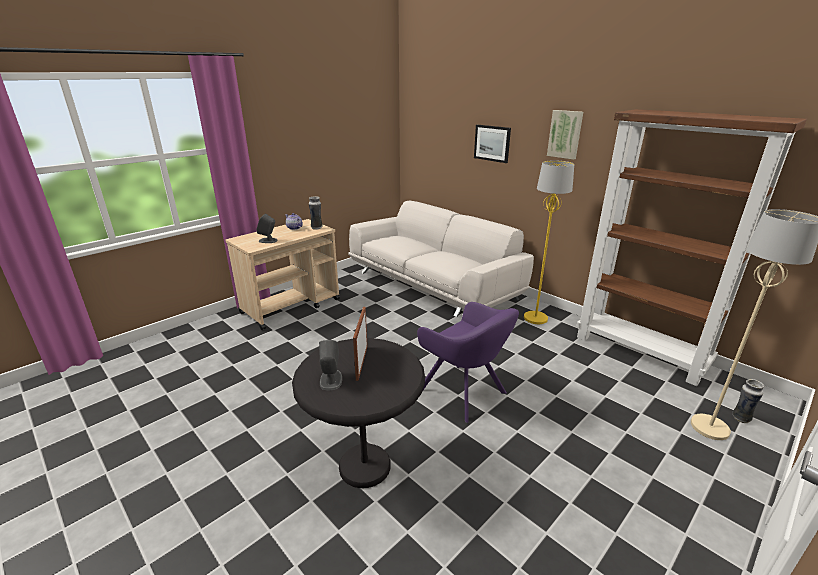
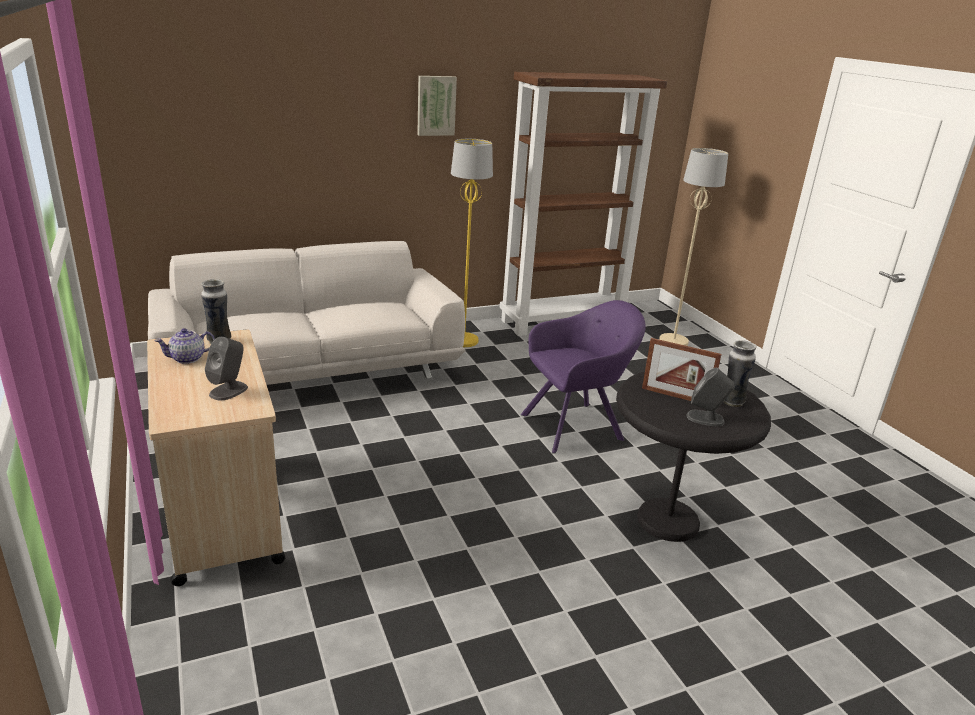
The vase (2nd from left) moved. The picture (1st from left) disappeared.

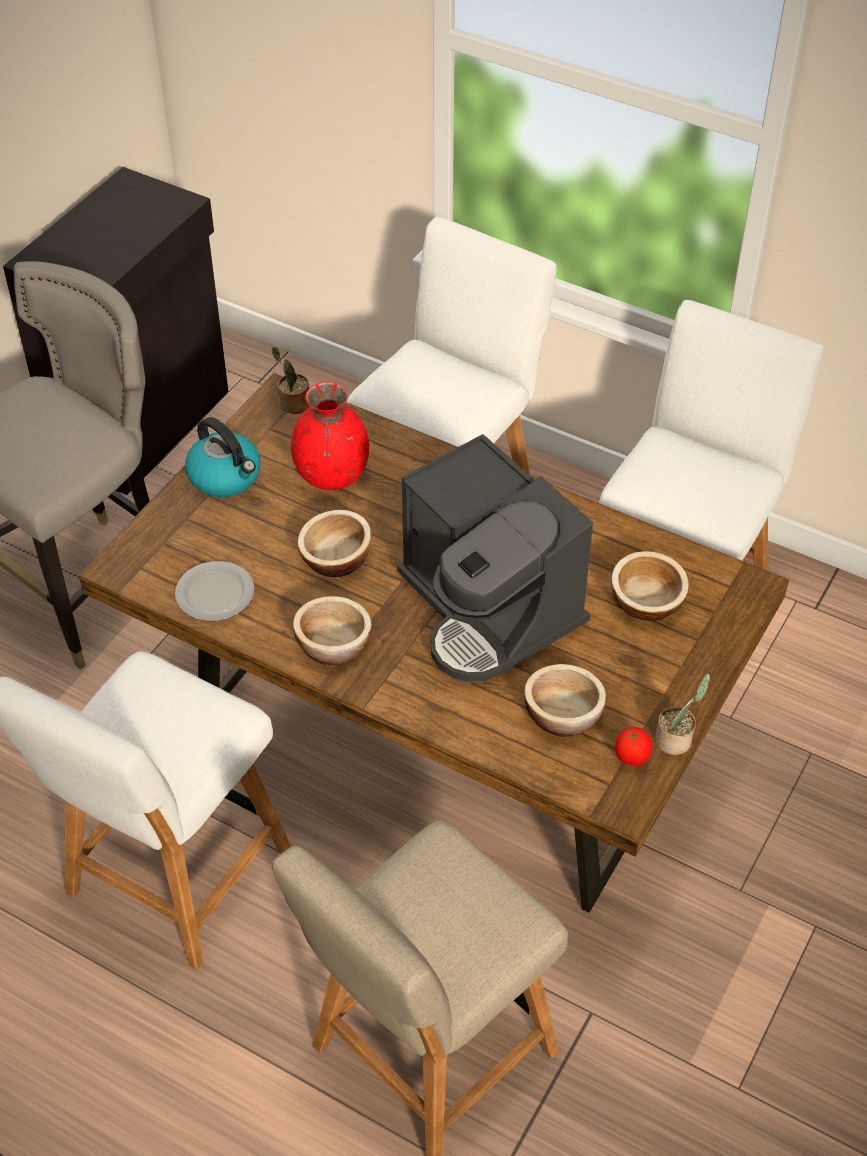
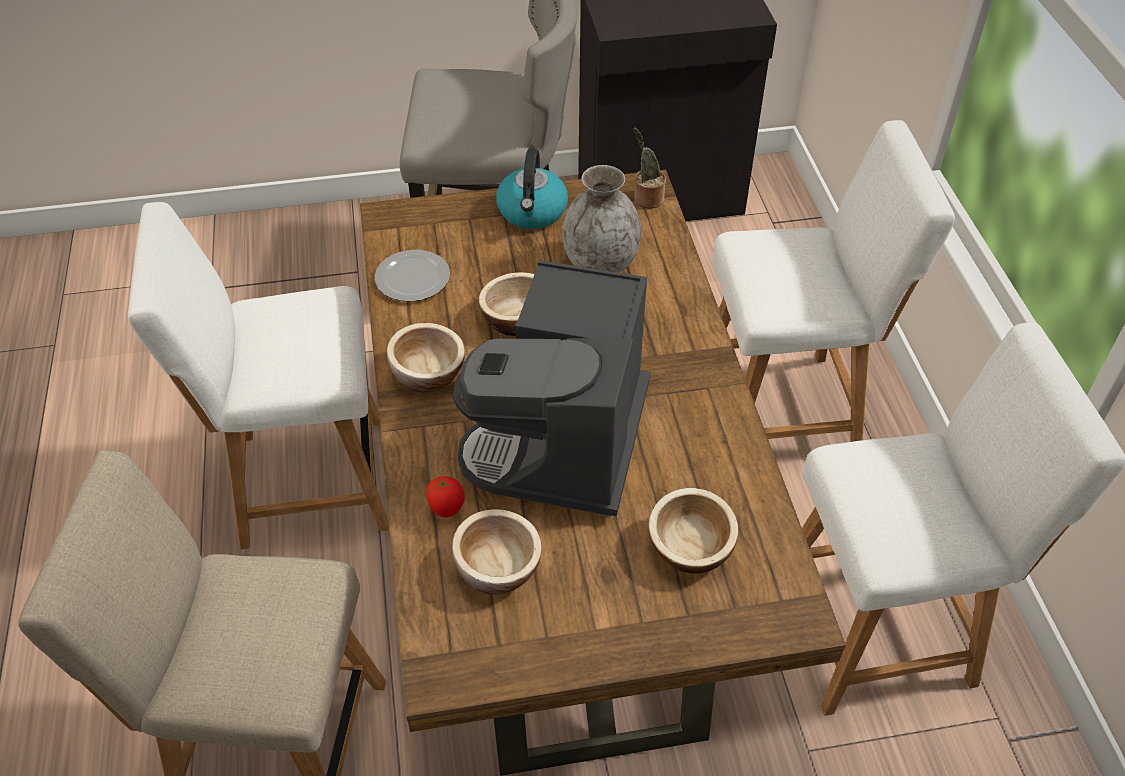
The tomato moved. The red vase became the grey vase. The potted plant (2nd from left) disappeared.

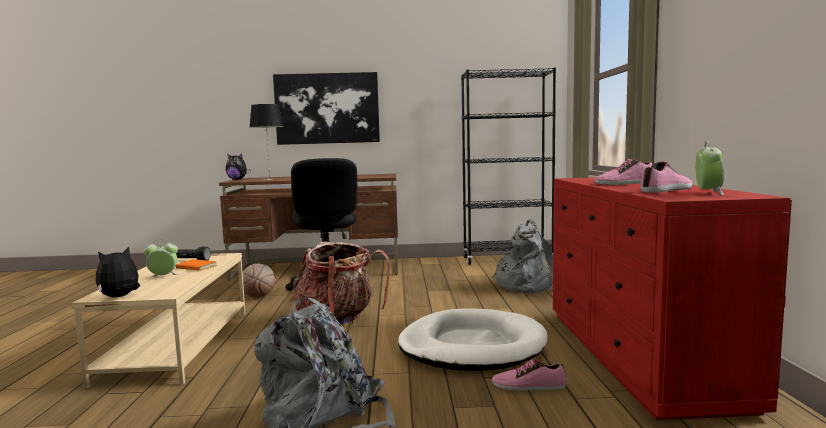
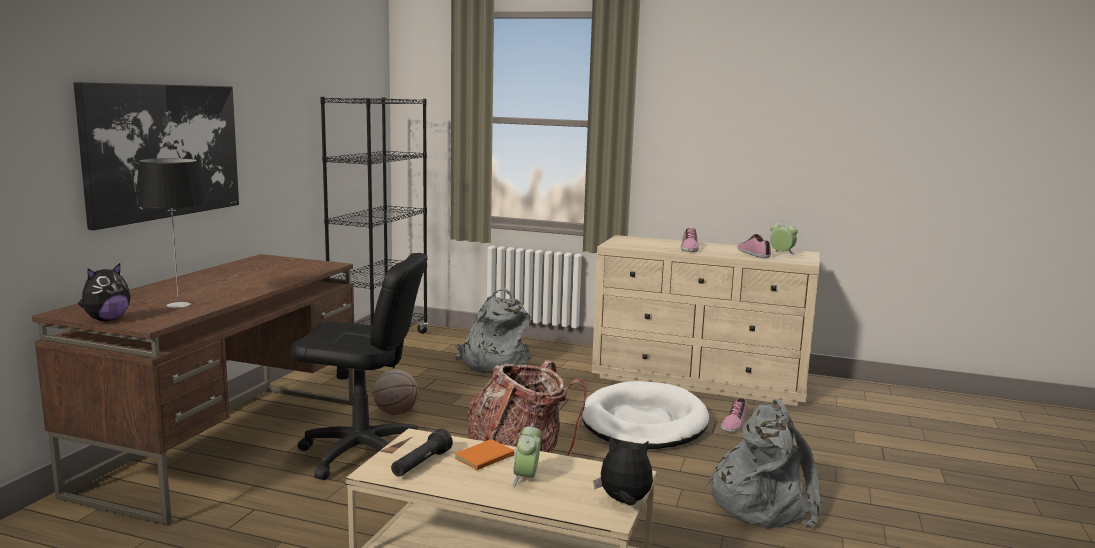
The basketball moved. The red dresser became the beige dresser. The plush toy (1st from left in the first image) turned 135 degrees clockwise.

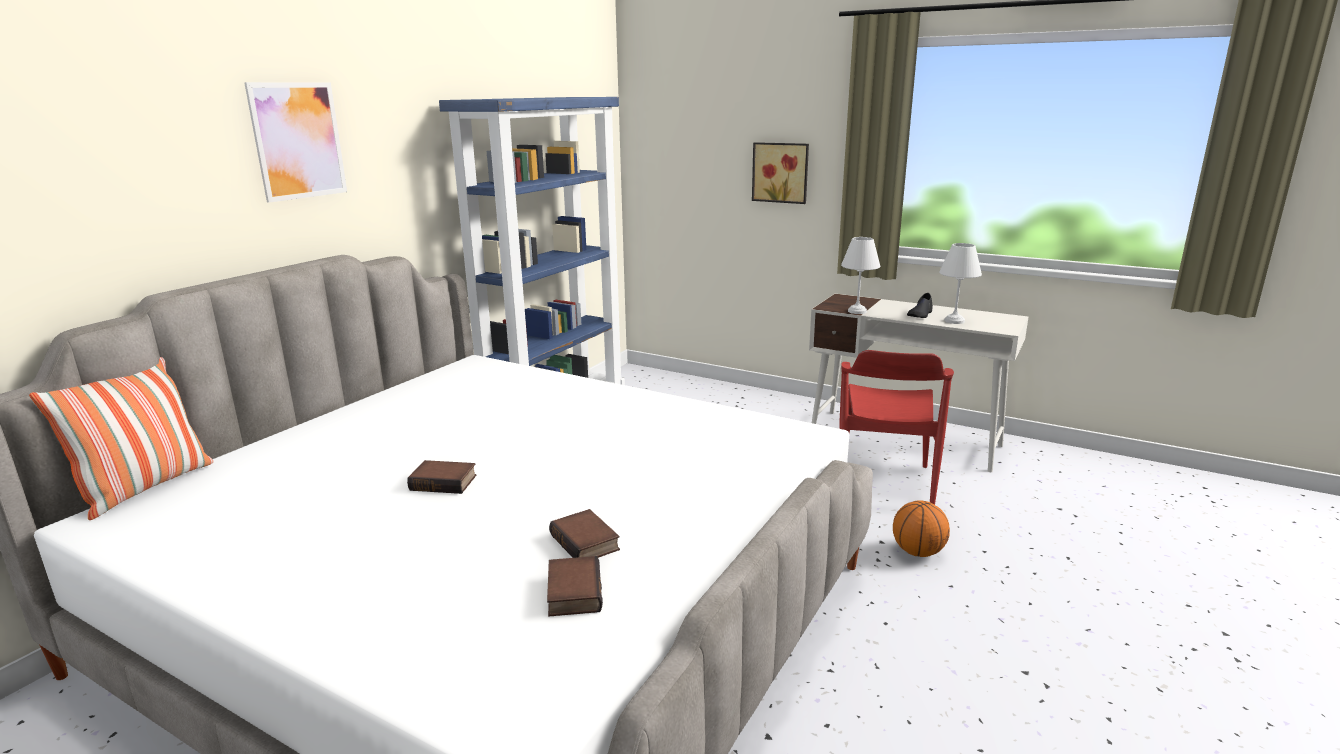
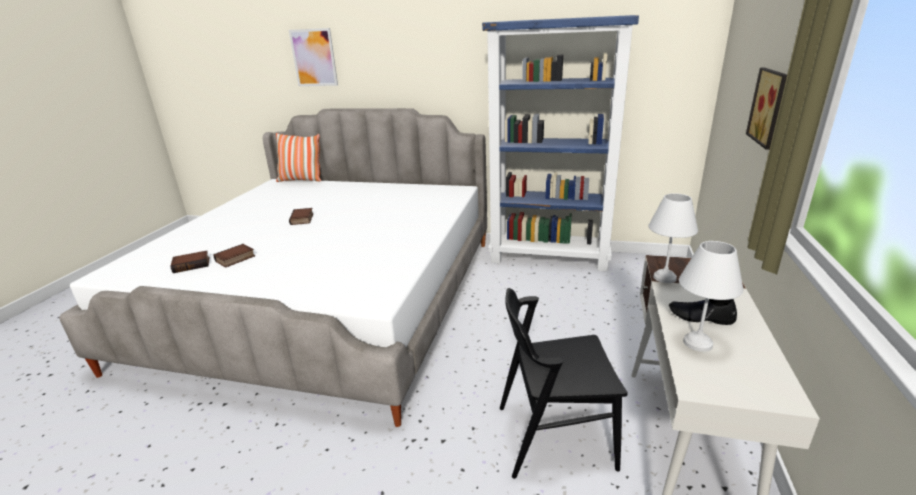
The picture (1st from left) moved. The red chair became the black chair. The basketball disappeared.

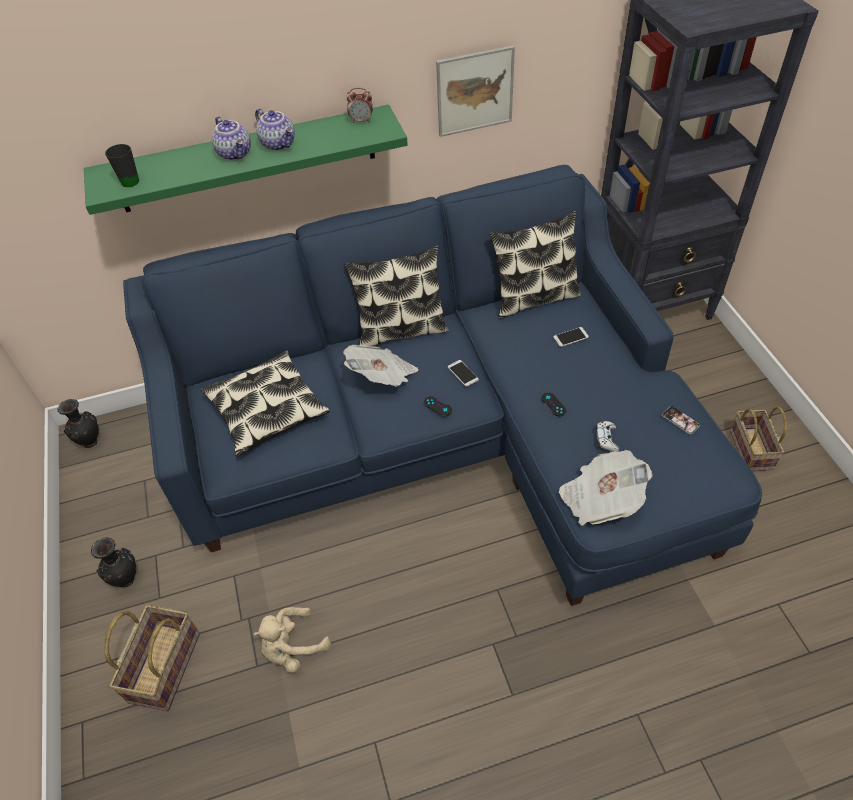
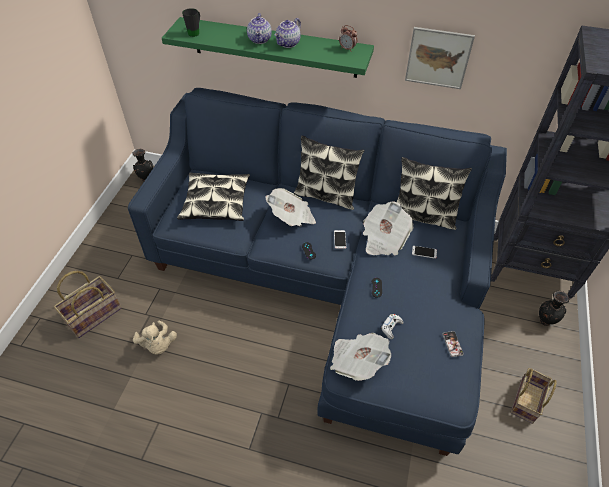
The beige plush toy turned 120 degrees counterclockwise. The teapot (2nd from left) turned 45 degrees clockwise. The newspaper (3rd from left) appeared. The black vase (2nd from left) moved.

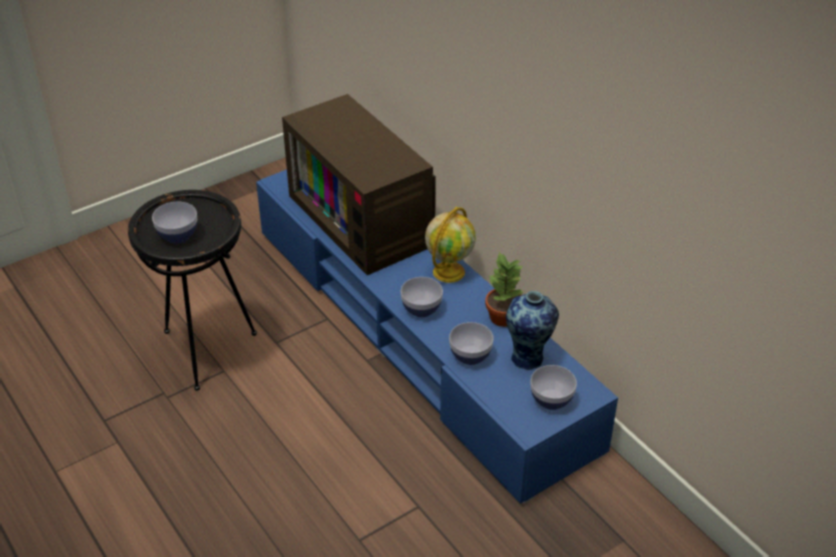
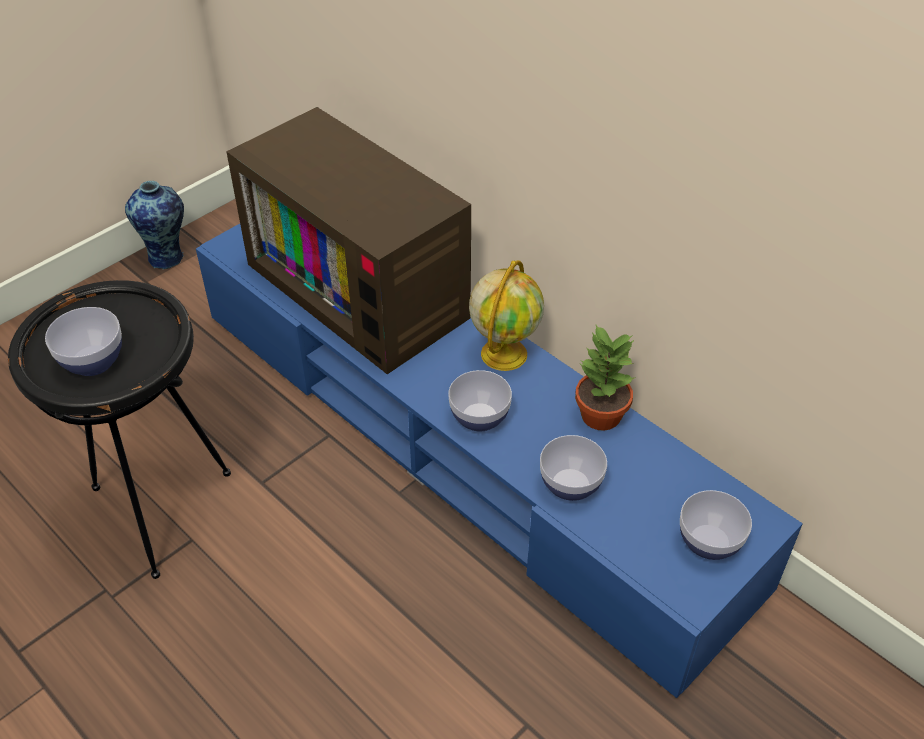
The vase moved.

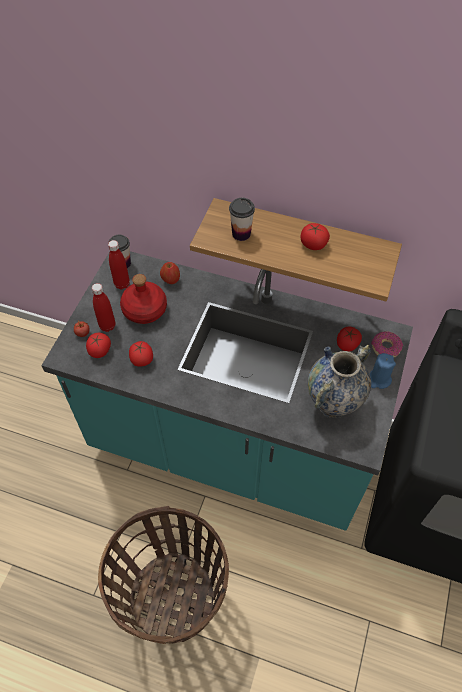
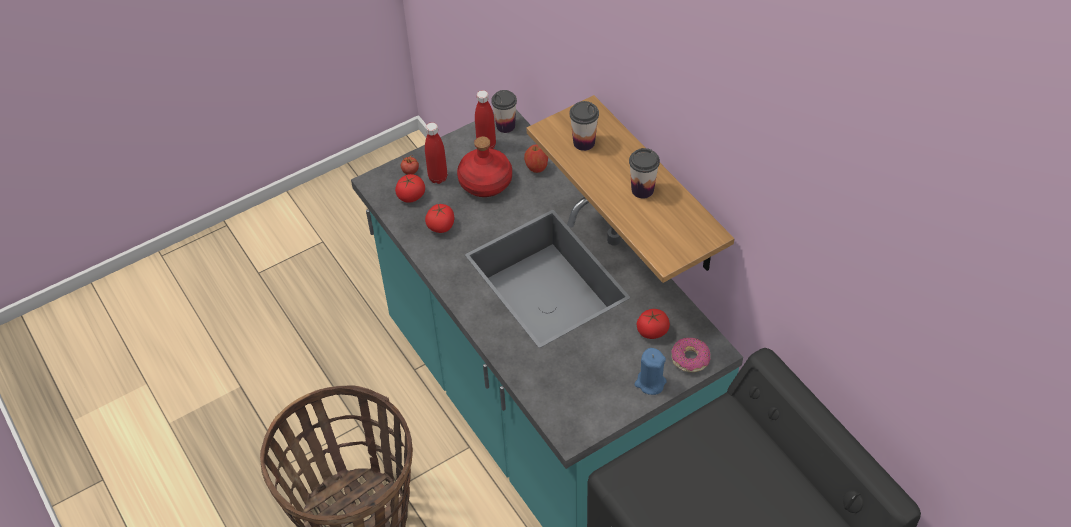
The tomato (4th from left) was replaced by the cup (3rd from left). The vase disappeared.

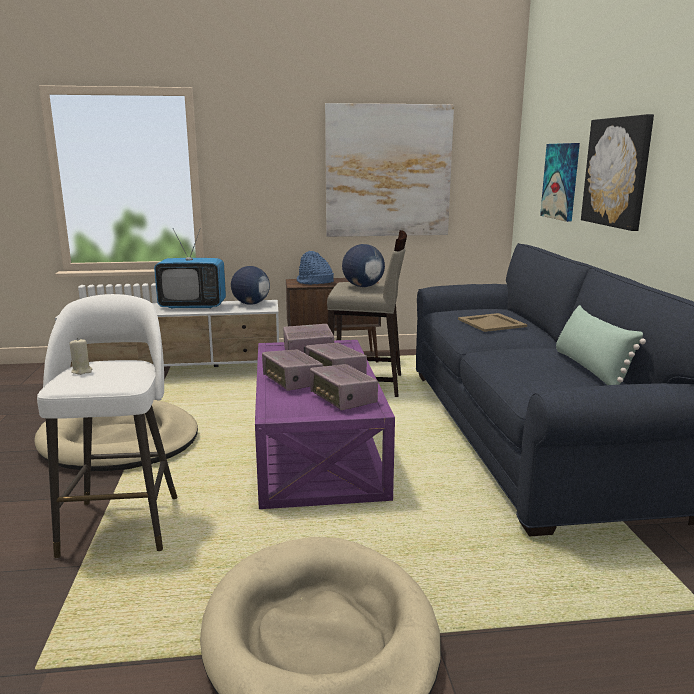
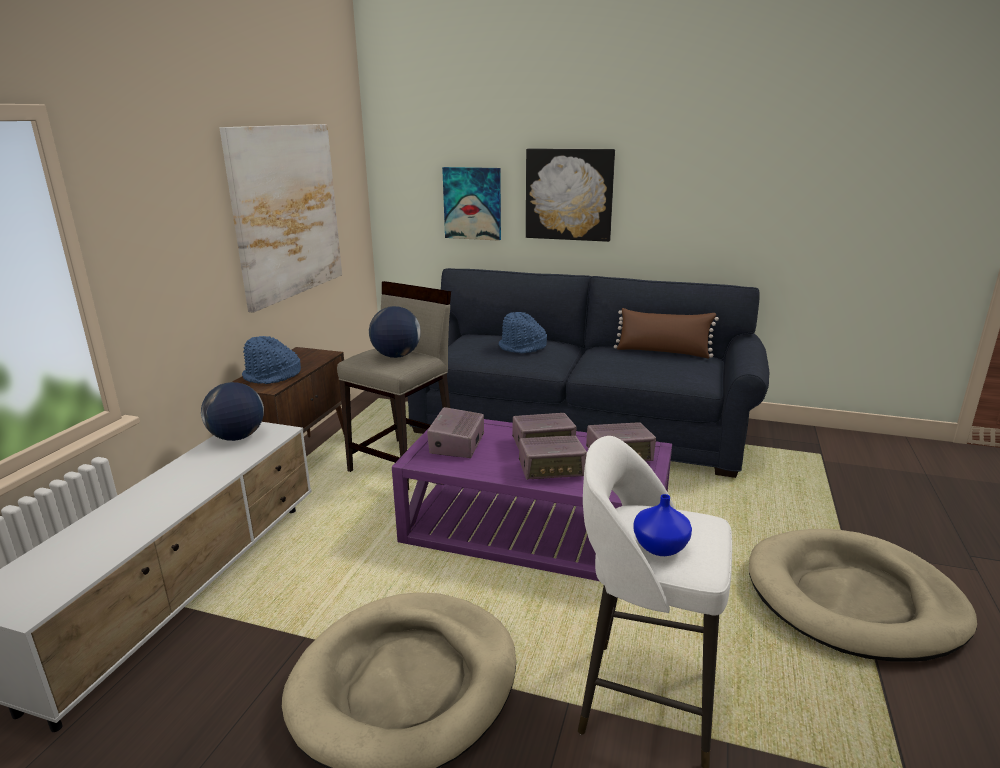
The beige tray was replaced by the blue hat (2nd from left). The green pillow became the brown pillow. The beige candle was replaced by the blue vase. The television disappeared.

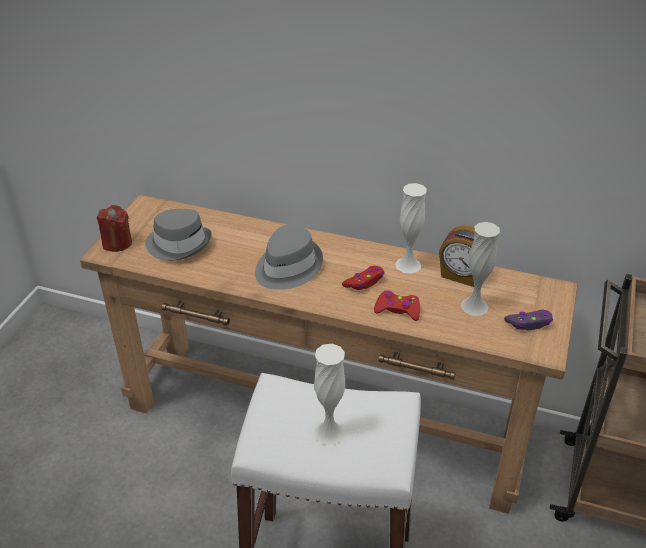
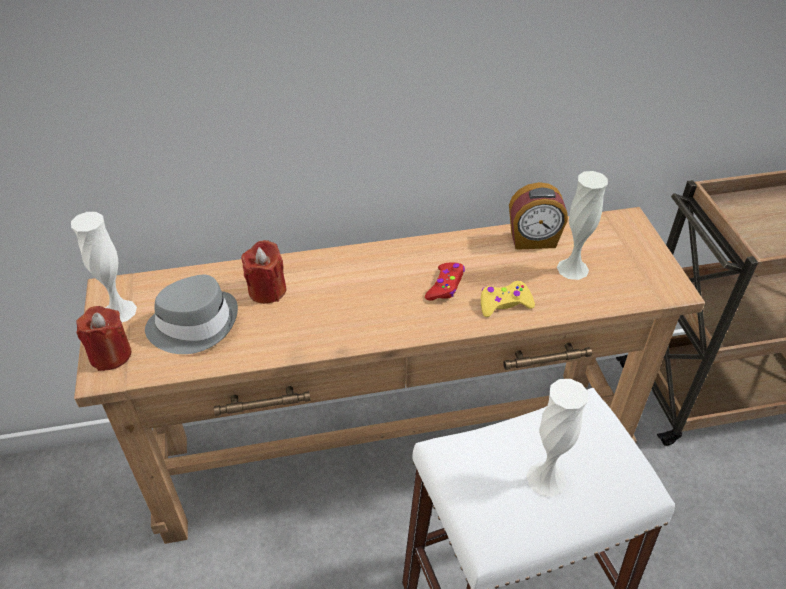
The white vase (2nd from left in the first image) moved. The red candle (2nd from left) appeared. The red game controller (2nd from left) became the yellow game controller. The grey hat (2nd from left) disappeared. The purple game controller disappeared.

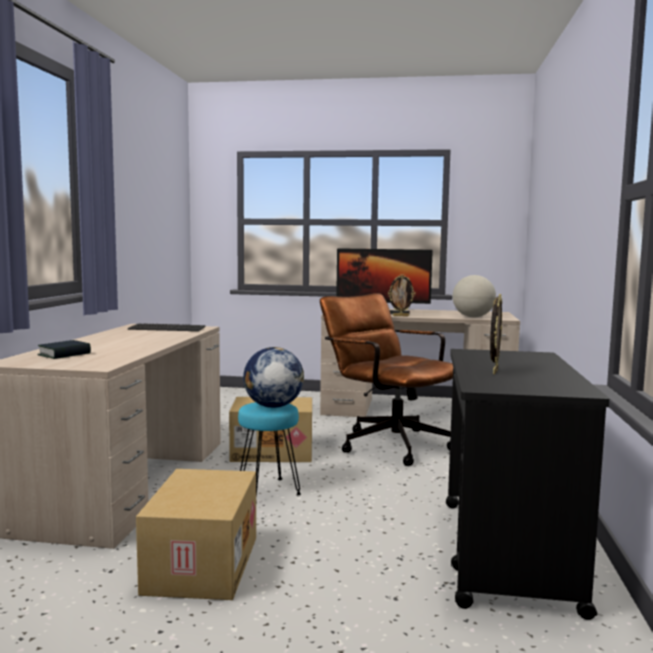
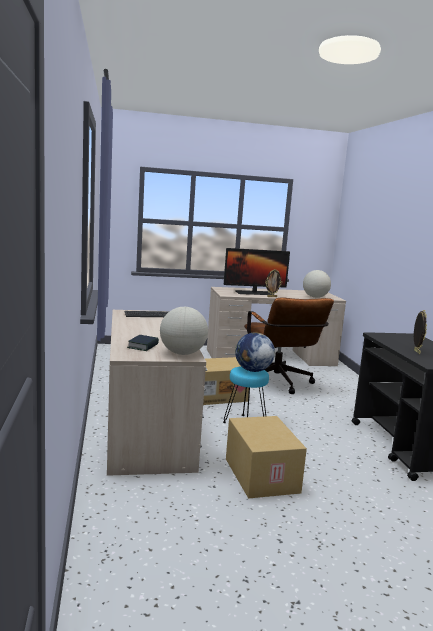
The globe (1st from left) appeared. The brown office chair turned 135 degrees counterclockwise.

